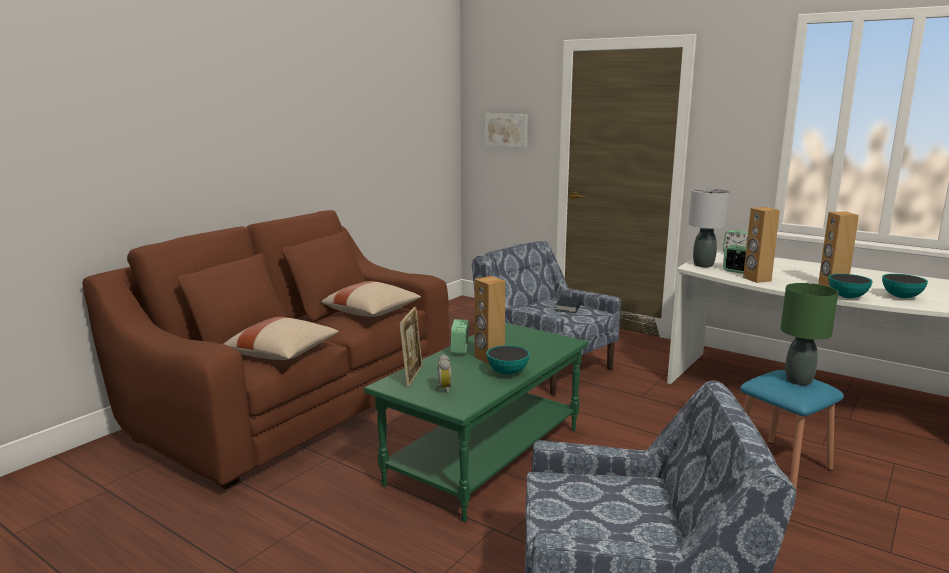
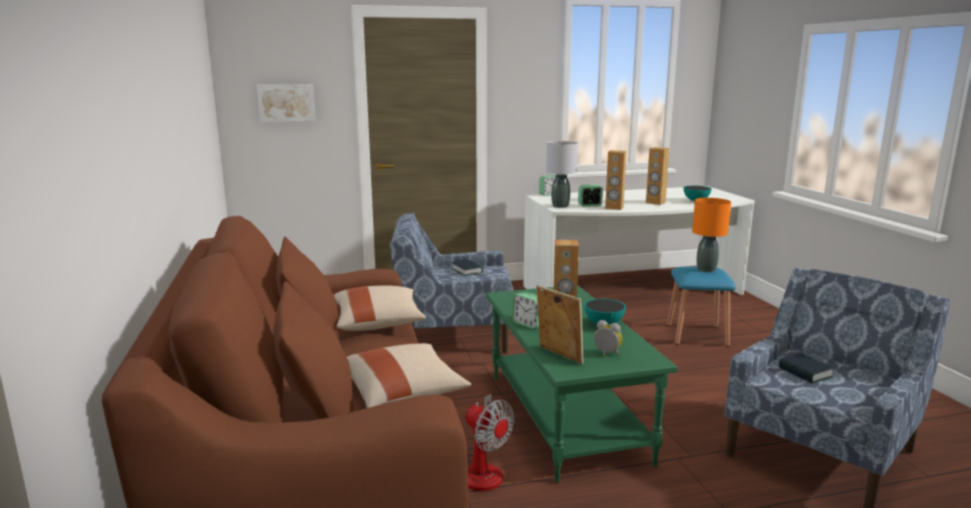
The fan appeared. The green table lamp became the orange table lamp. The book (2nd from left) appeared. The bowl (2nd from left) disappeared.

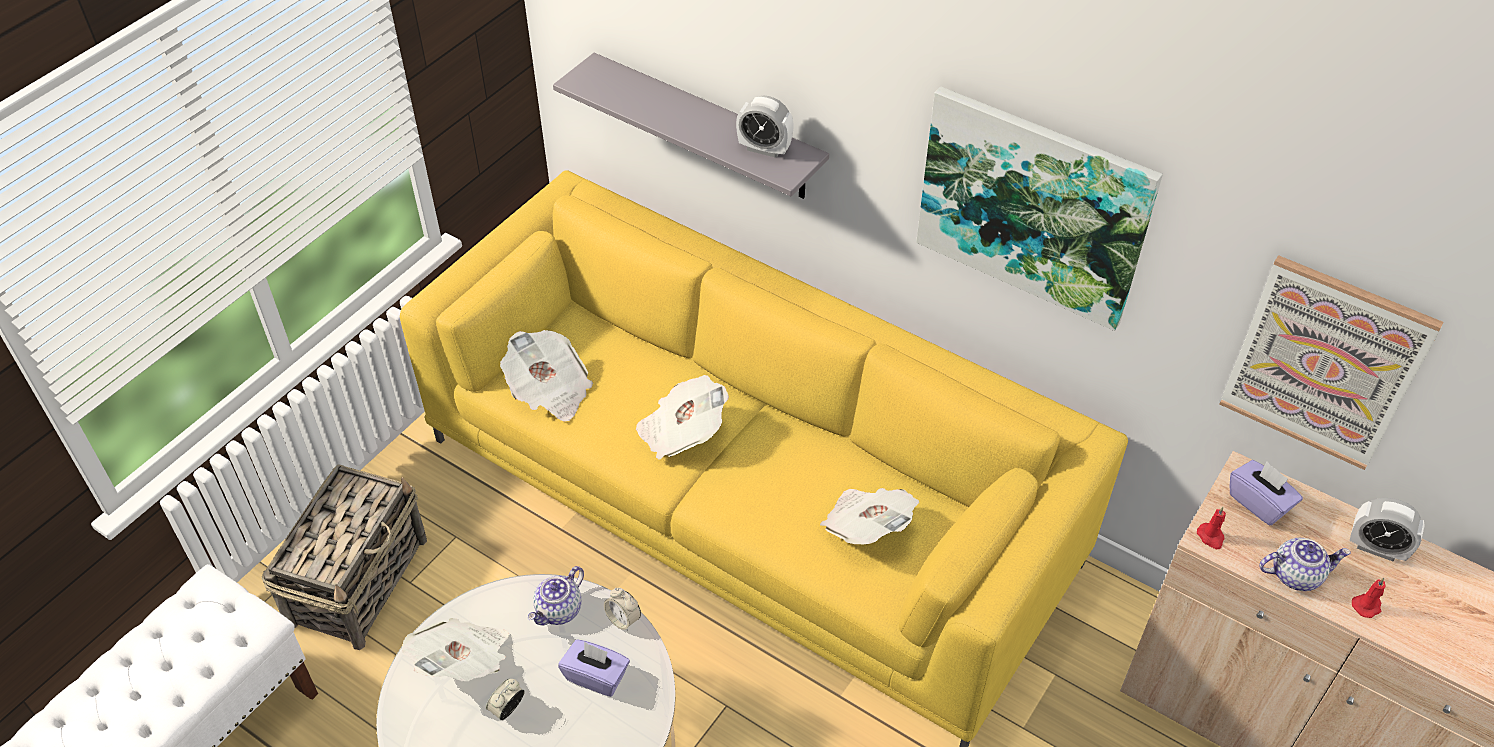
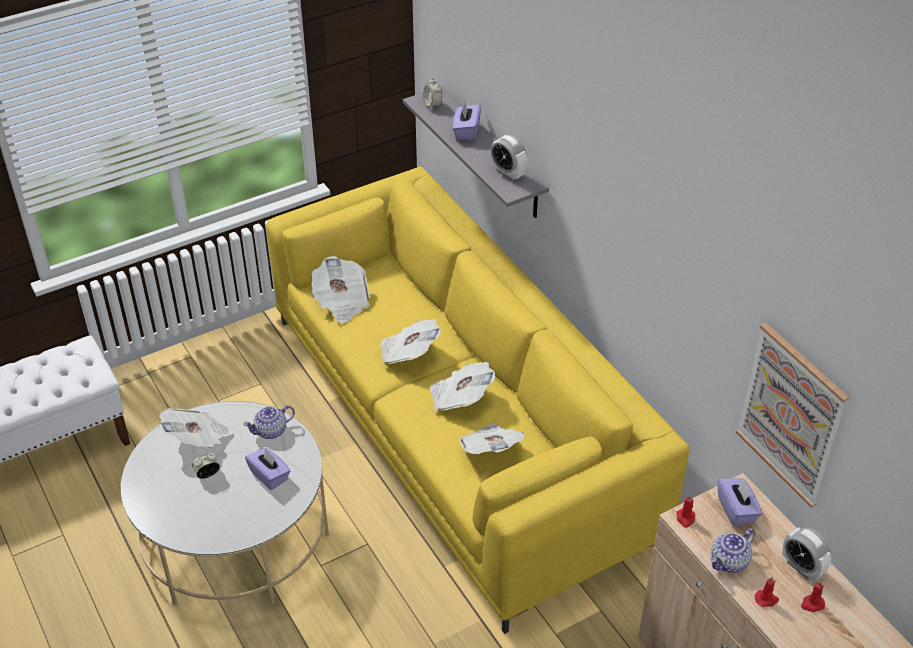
The alarm clock (2nd from left) moved. The newspaper (4th from left) appeared. The purple tissue box (2nd from left) appeared. The teapot (2nd from left) turned 120 degrees clockwise. The red candle (3rd from left) appeared. The basket disappeared. The picture (1st from left) disappeared.

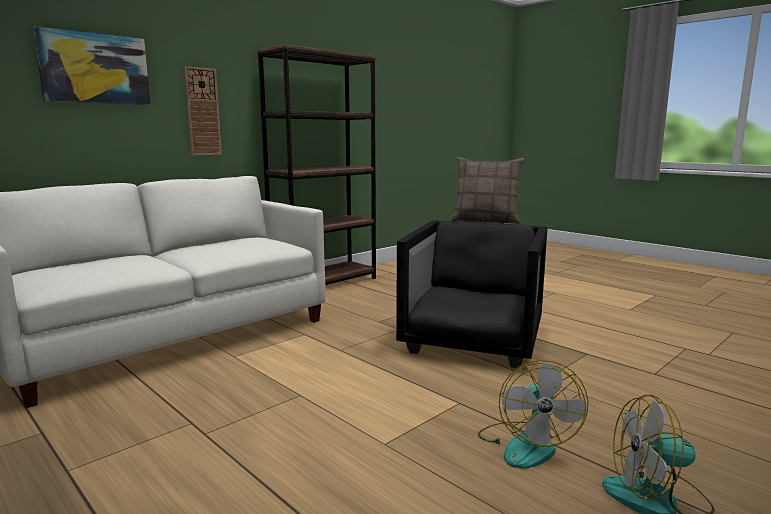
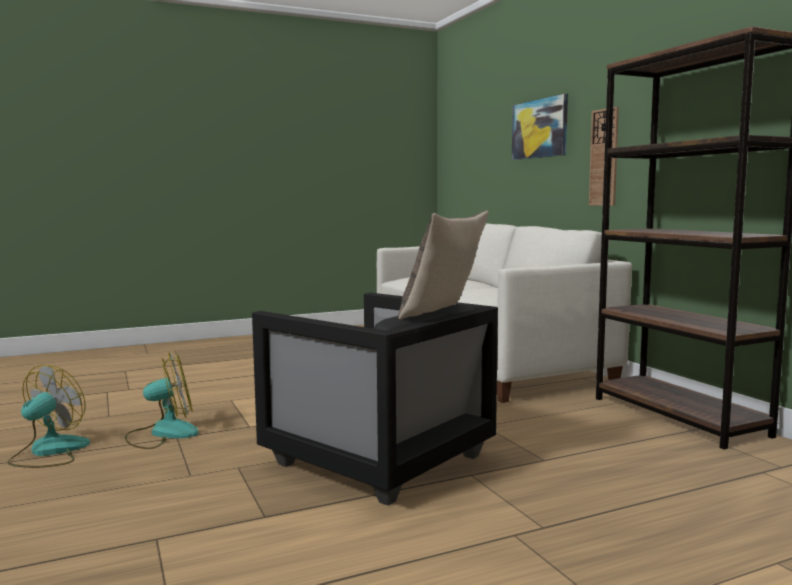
The fan (1st from left in the first image) turned 135 degrees clockwise.

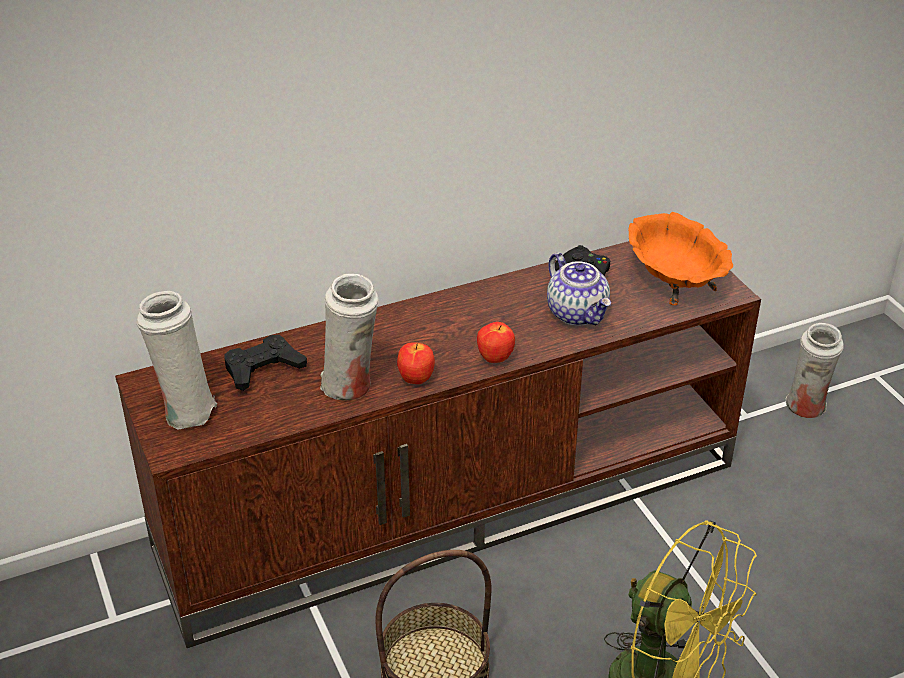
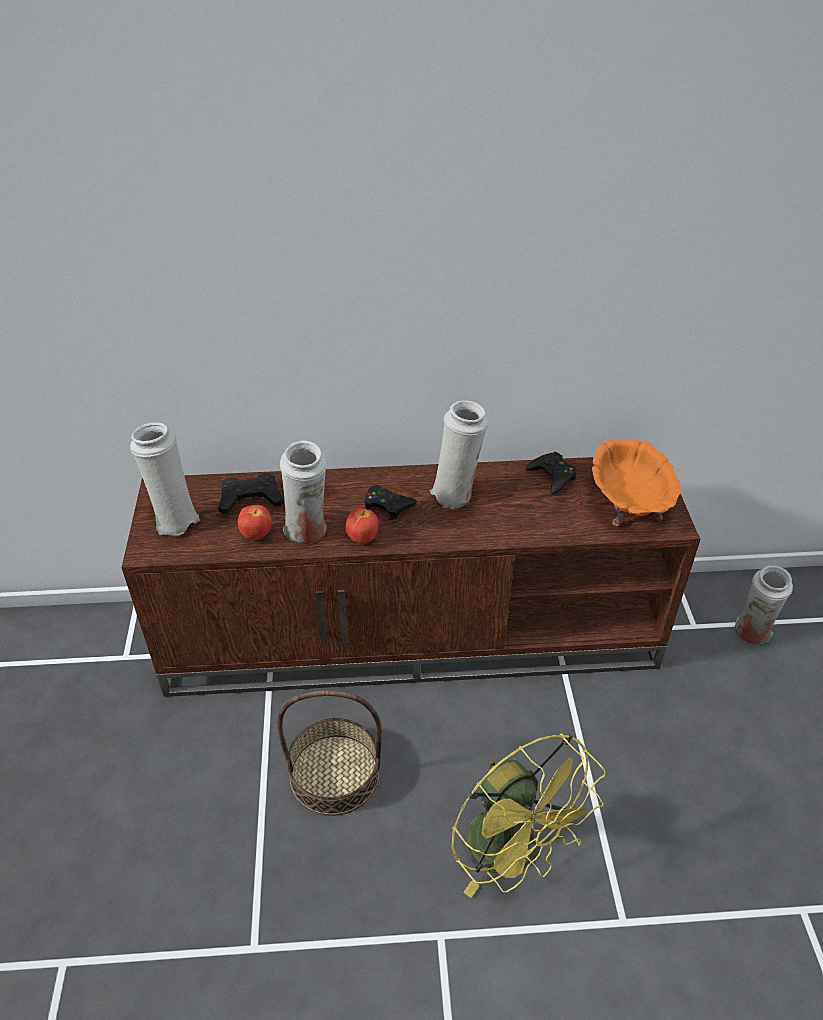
The apple (2nd from left in the first image) moved. The black game controller (2nd from left) appeared. The white vase (3rd from left) appeared. The teapot disappeared.

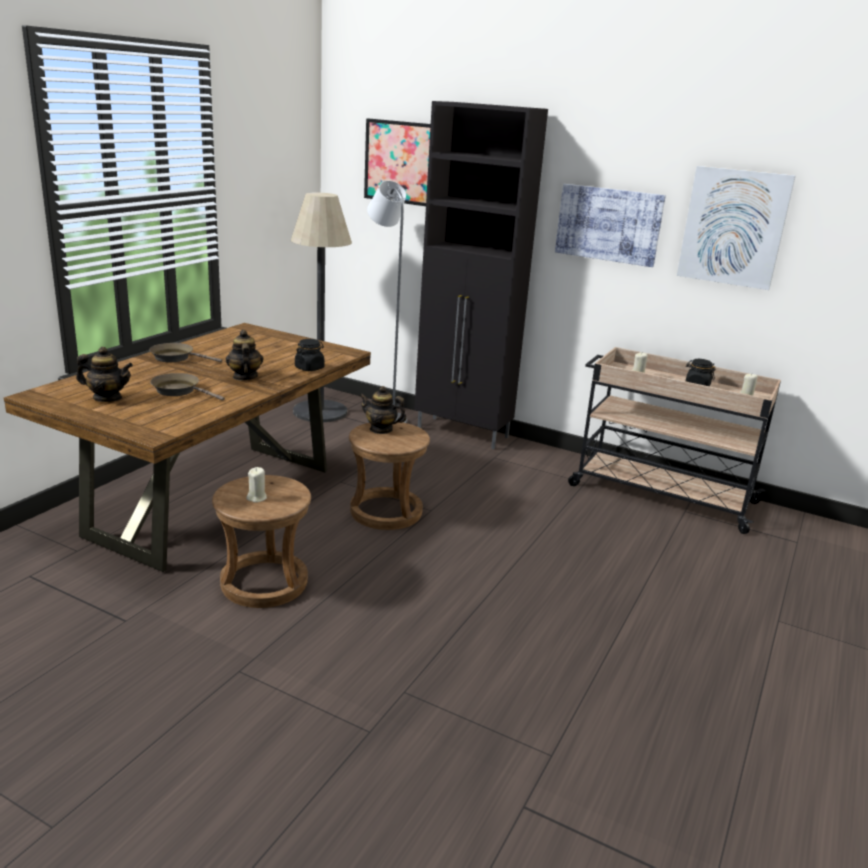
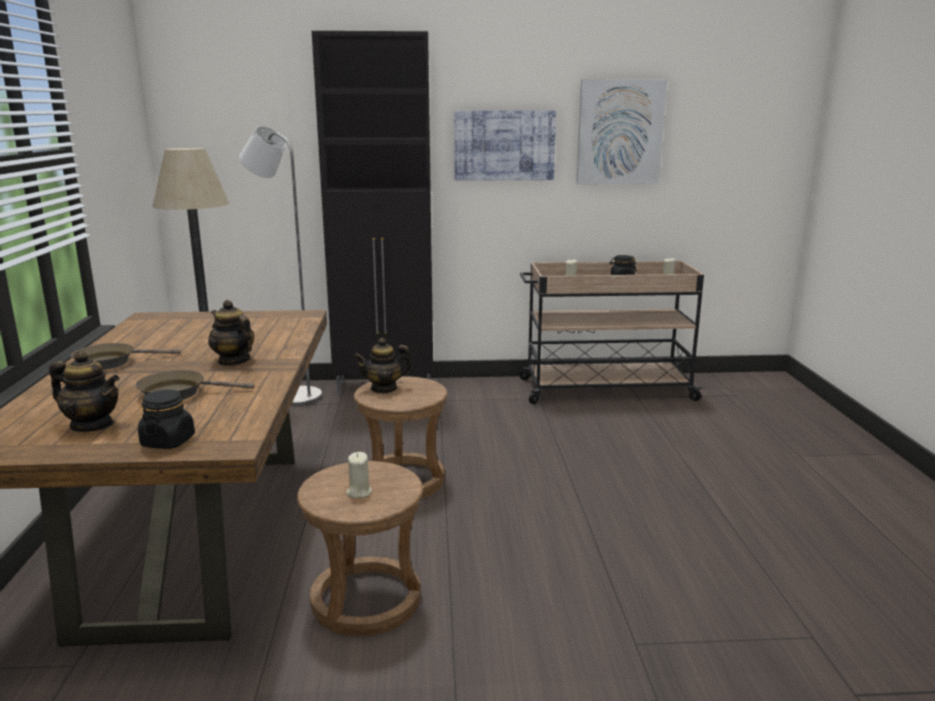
The teapot (1st from left) turned 45 degrees clockwise. The black jar (1st from left) moved. The picture (1st from left) disappeared.

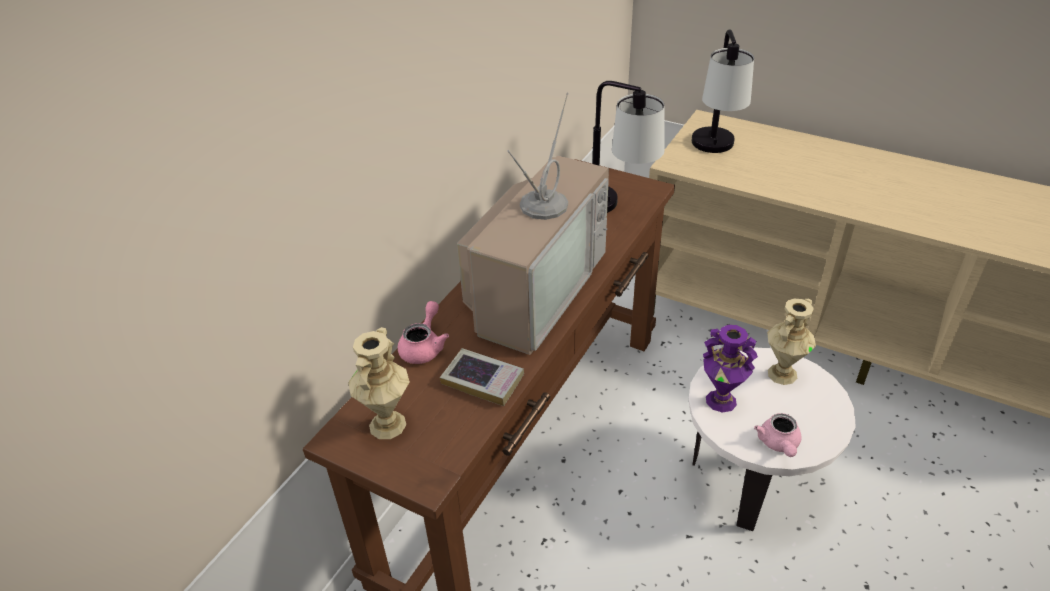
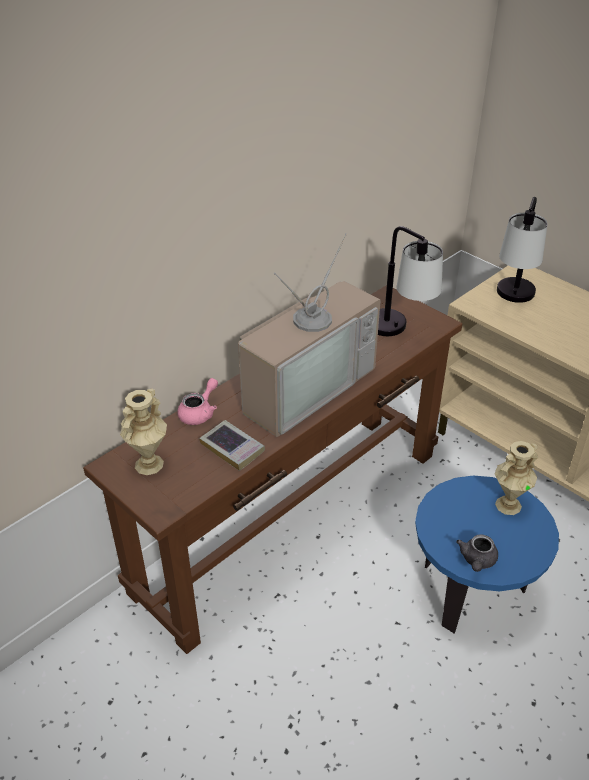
The white side table became the blue side table. The pink teapot (2nd from left) became the grey teapot. The purple vase disappeared.

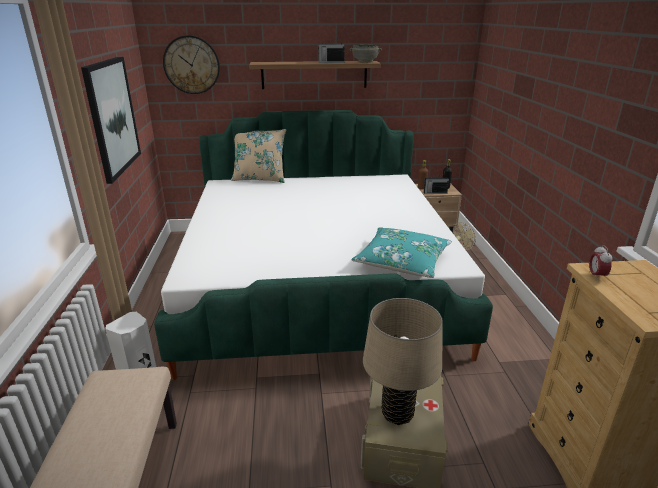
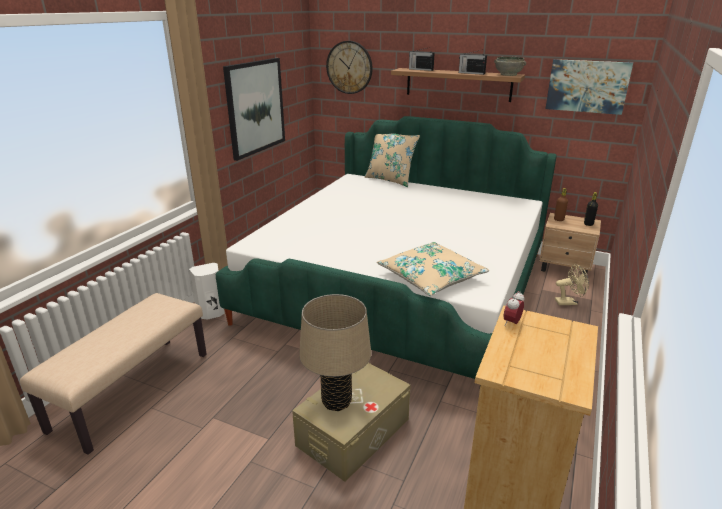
The turquoise pillow became the beige pillow (2nd from left). The radio (2nd from left in the first image) moved. The picture (2nd from left) appeared.

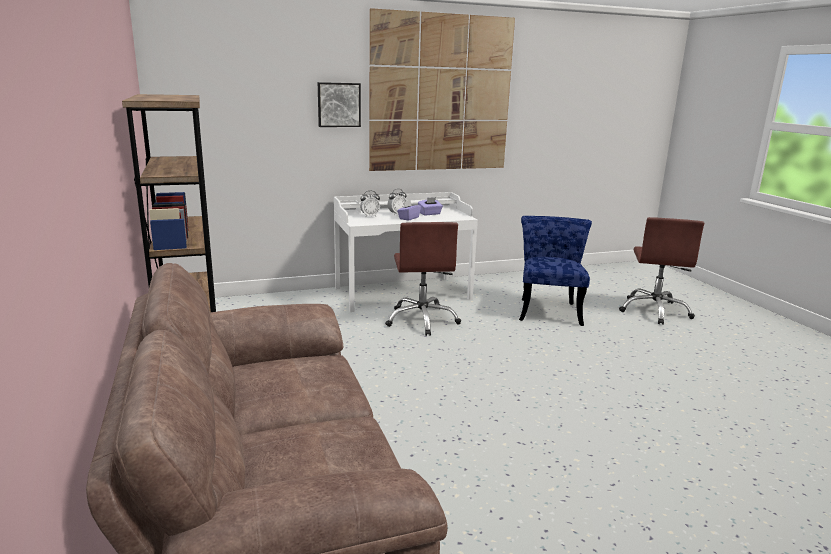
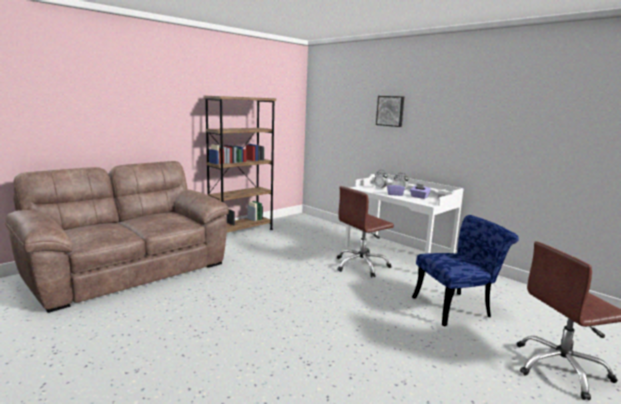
The picture (2nd from left) disappeared.

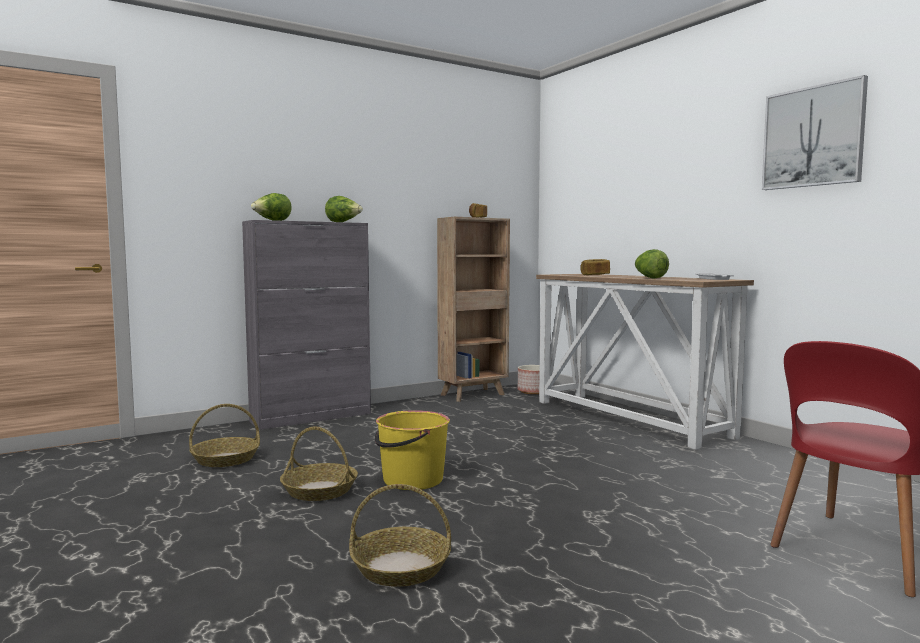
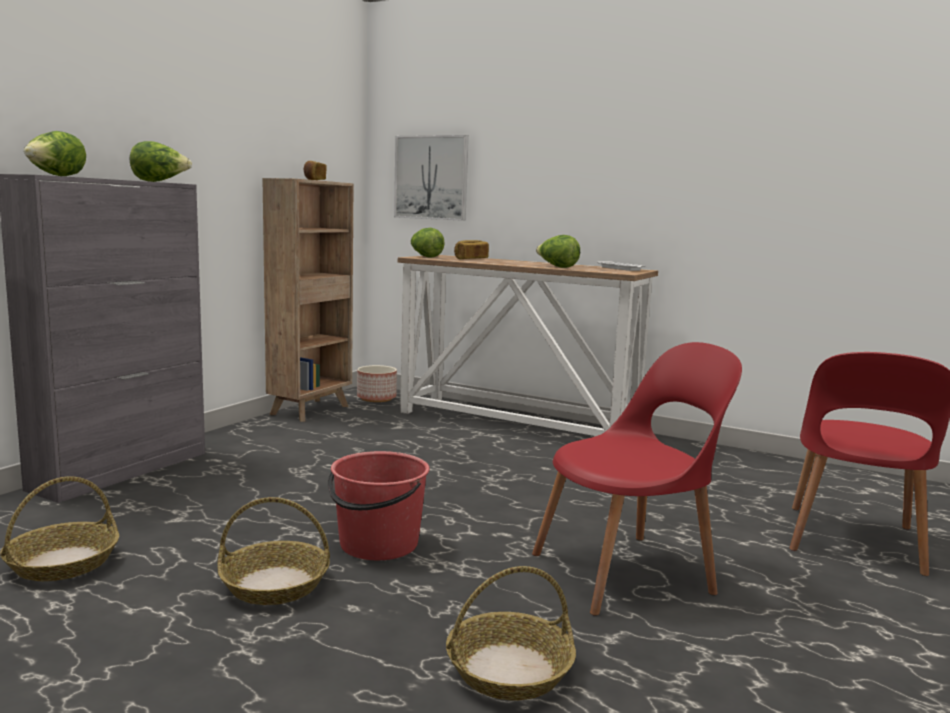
The yellow bucket became the red bucket. The picture moved. The lettuce (3rd from left) appeared. The red chair (1st from left) appeared.

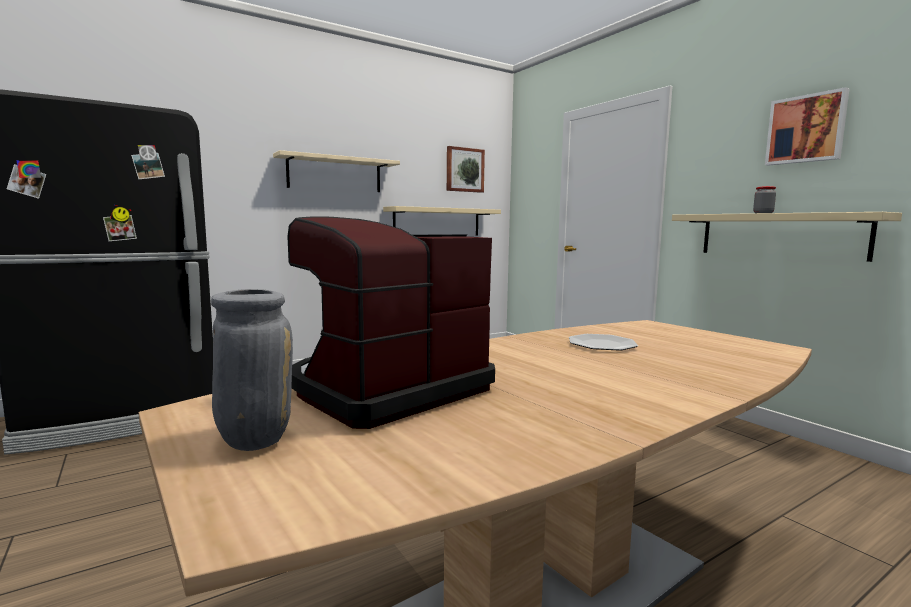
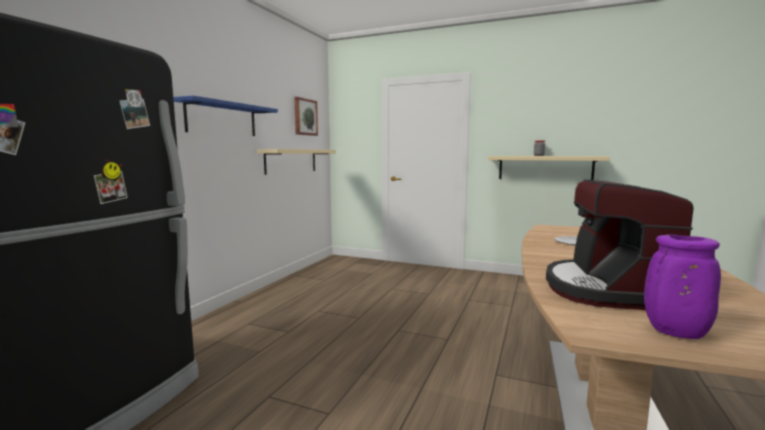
The beige shelf (1st from left) became the blue shelf. The grey vase became the purple vase. The picture (2nd from left) disappeared.

